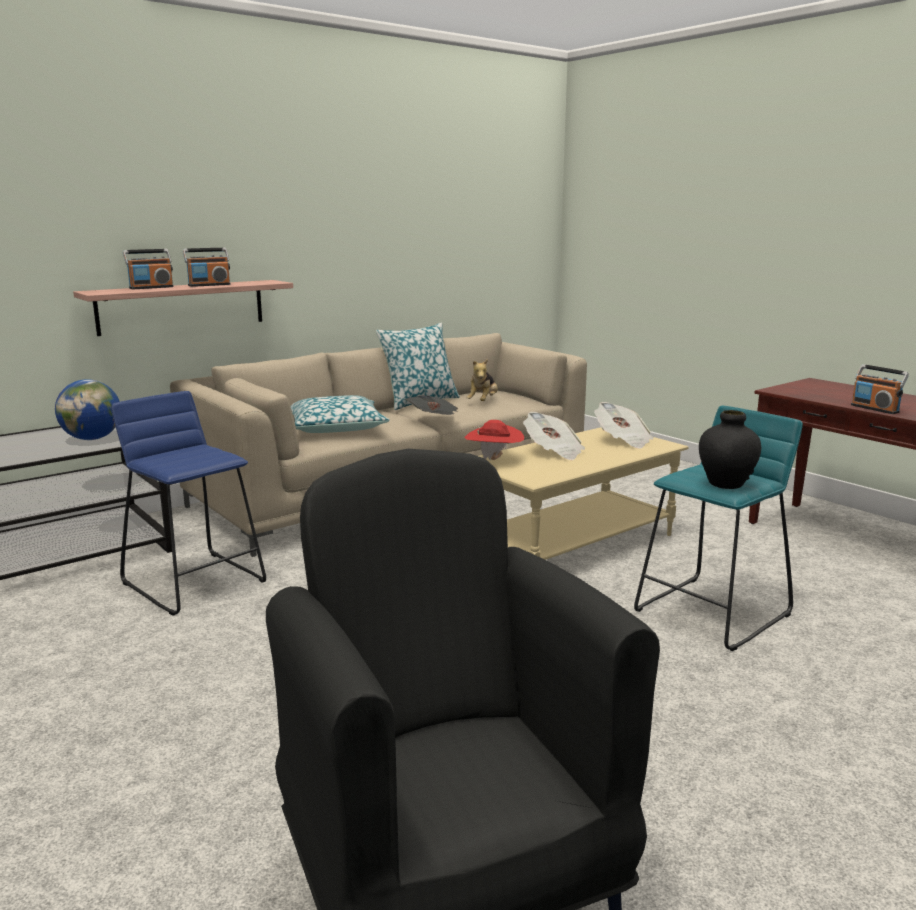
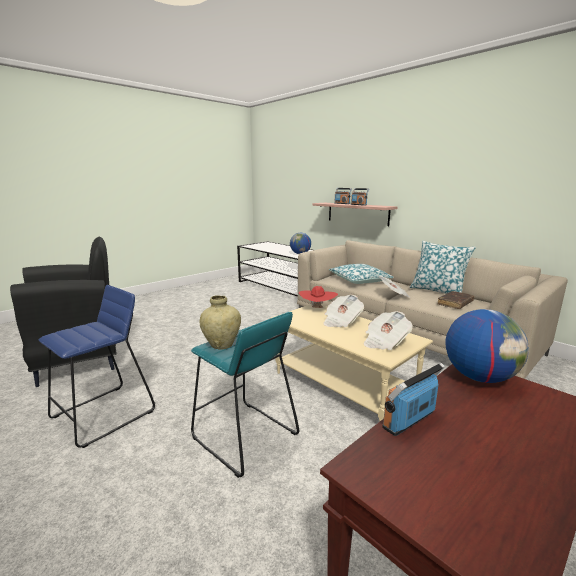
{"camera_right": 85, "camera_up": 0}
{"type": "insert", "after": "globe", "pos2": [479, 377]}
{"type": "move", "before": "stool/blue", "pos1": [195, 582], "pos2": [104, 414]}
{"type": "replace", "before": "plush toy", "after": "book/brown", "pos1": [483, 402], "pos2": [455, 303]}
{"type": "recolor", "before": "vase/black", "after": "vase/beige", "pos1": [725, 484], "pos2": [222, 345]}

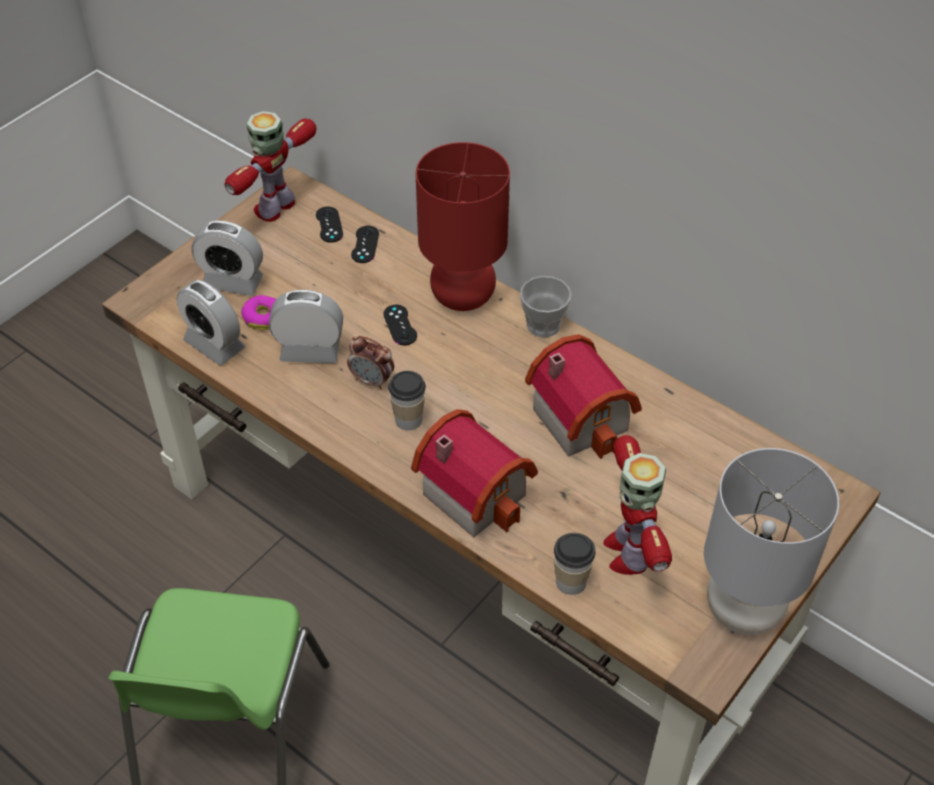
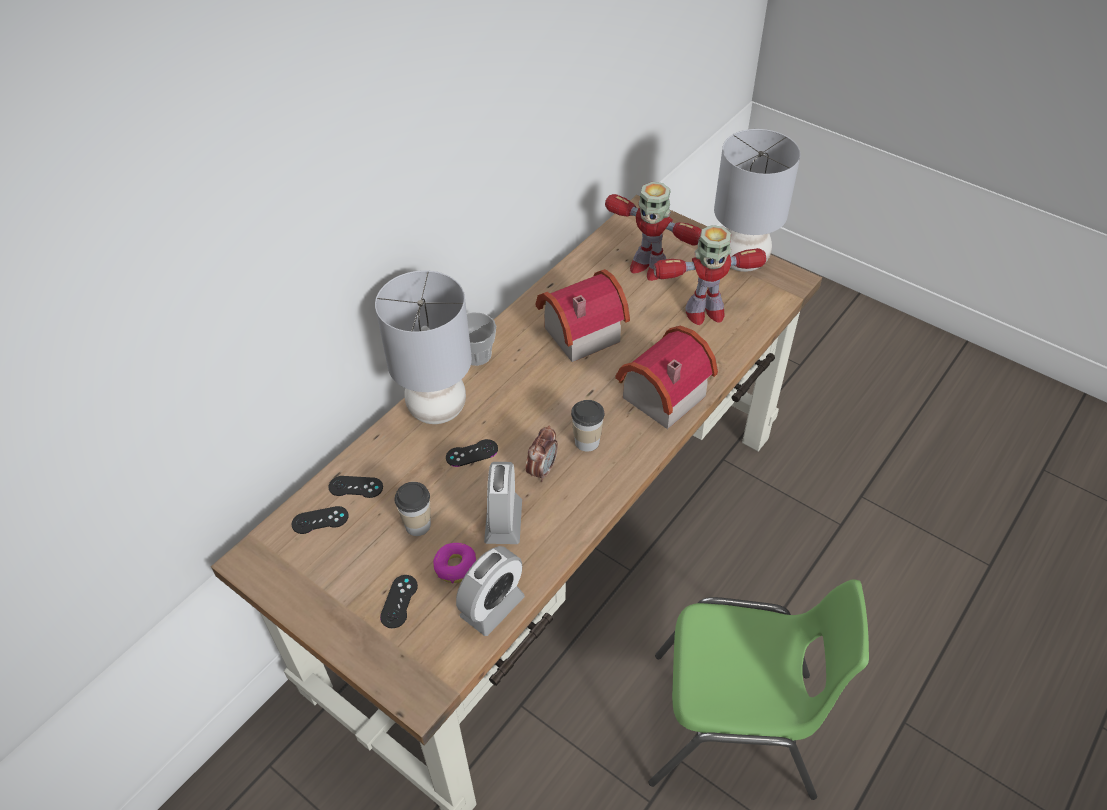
{"camera_right": -90, "camera_up": 0}
{"type": "move", "before": "toy robot", "pos1": [276, 207], "pos2": [647, 267]}
{"type": "move", "before": "cup", "pos1": [571, 582], "pos2": [418, 525]}
{"type": "replace", "before": "alarm clock", "after": "game controller/black", "pos1": [233, 282], "pos2": [399, 601]}
{"type": "recolor", "before": "table lamp/red", "after": "table lamp/grey", "pos1": [463, 296], "pos2": [436, 408]}

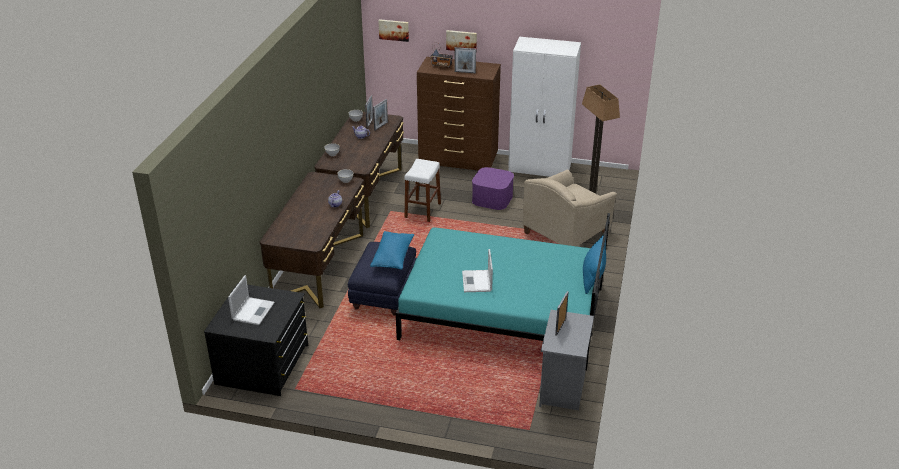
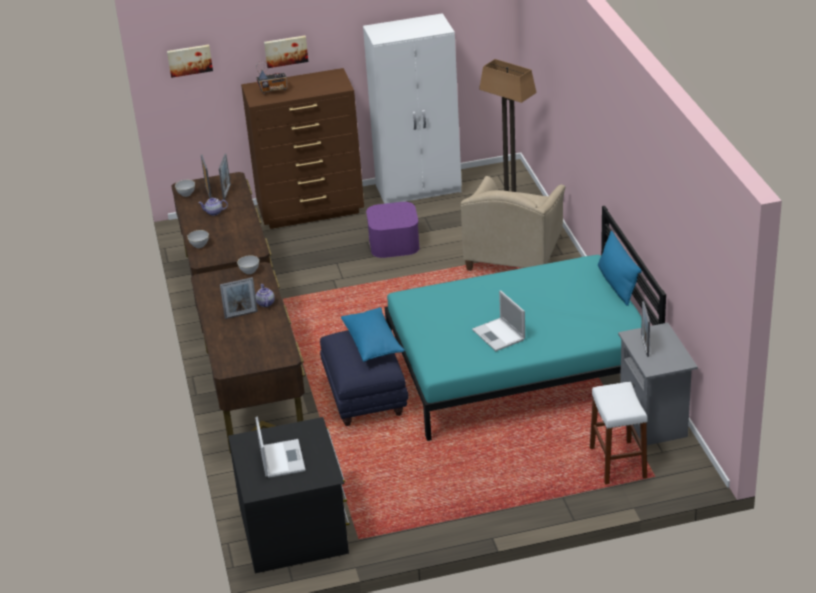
{"camera_right": -25, "camera_up": 0}
{"type": "move", "before": "stool/white", "pos1": [422, 210], "pos2": [618, 463]}
{"type": "move", "before": "picture frame", "pos1": [465, 72], "pos2": [241, 315]}

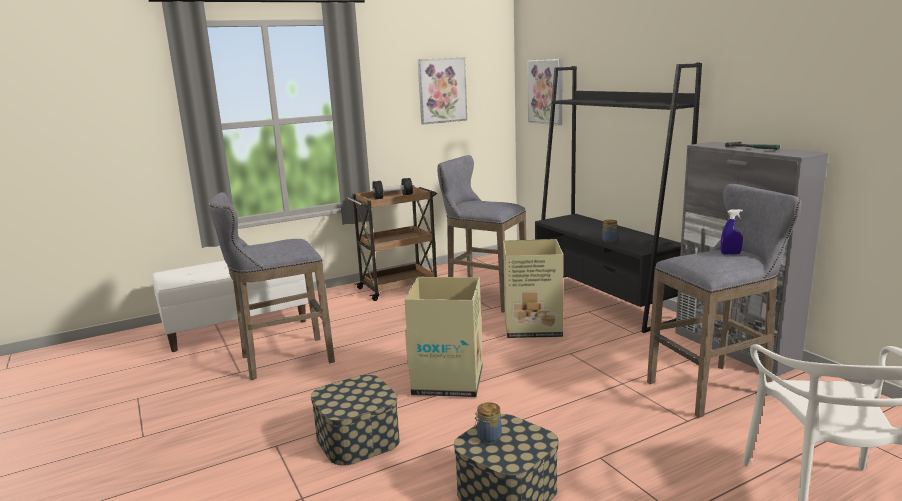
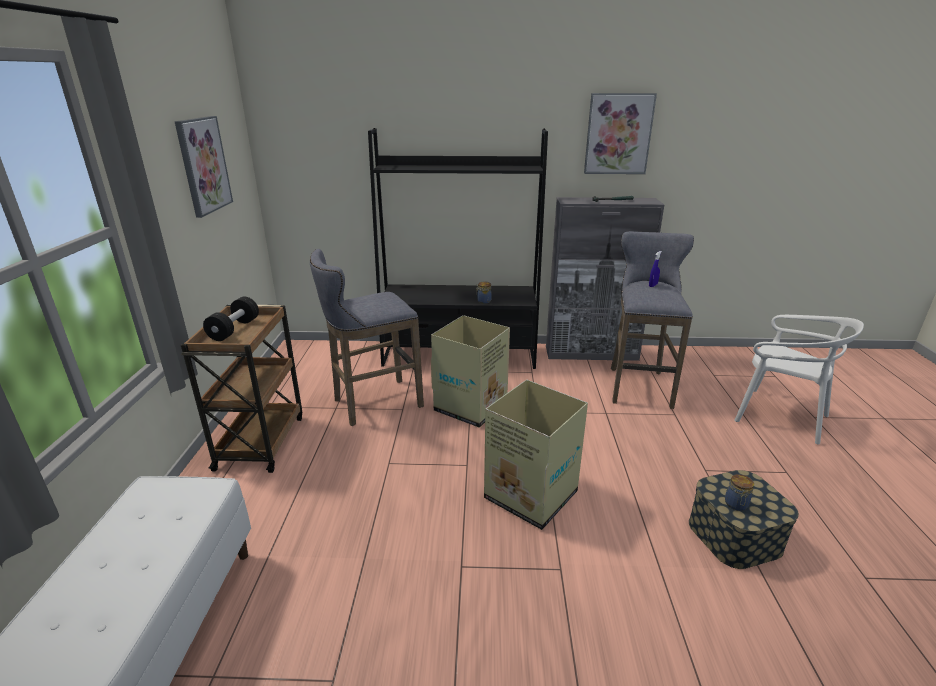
{"camera_right": -60, "camera_up": 10}
{"type": "delete", "before": "stool/grey", "pos1": [282, 360]}
{"type": "delete", "before": "storage box", "pos1": [357, 439]}
{"type": "move", "before": "picture", "pos1": [546, 91], "pos2": [618, 134]}

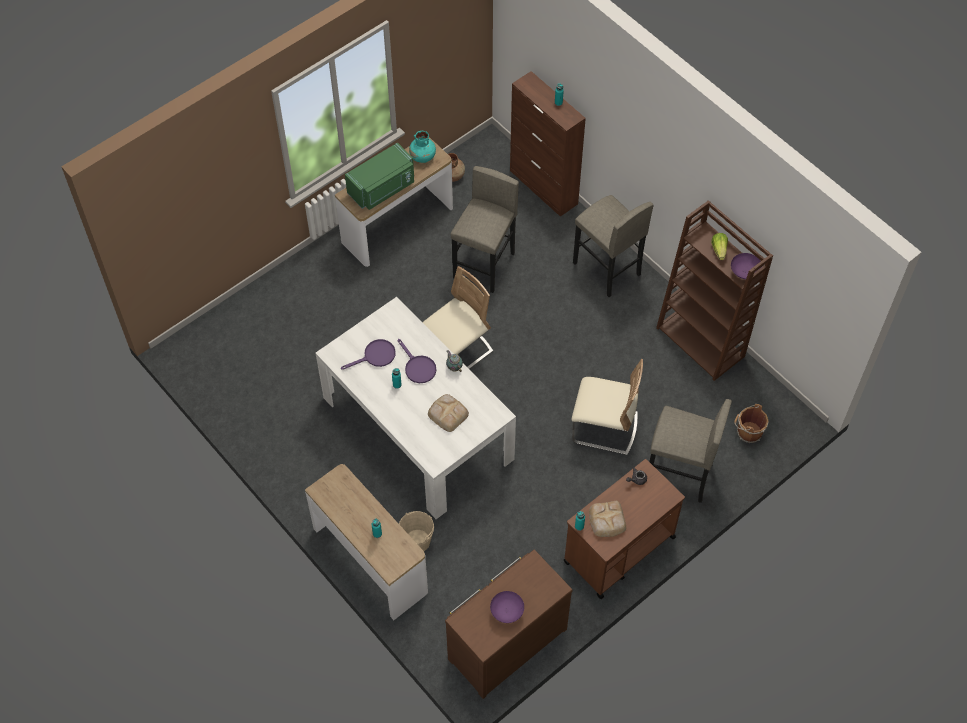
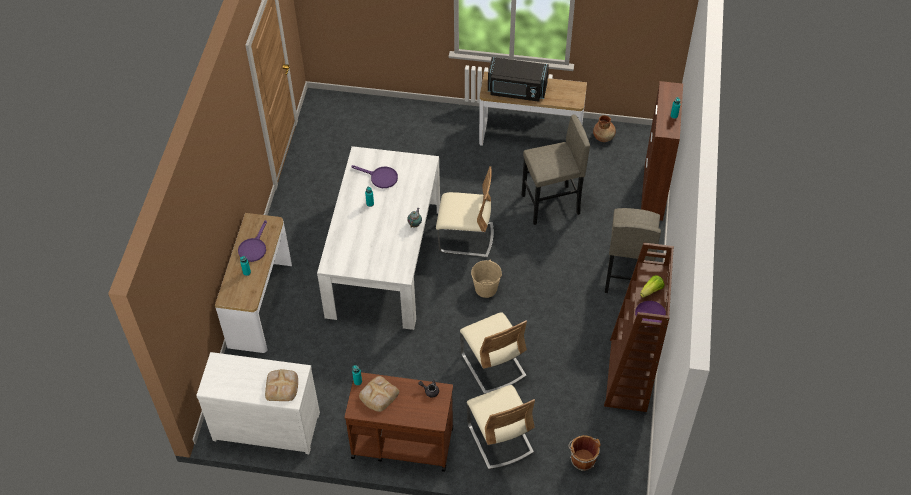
{"camera_right": 50, "camera_up": -5}
{"type": "delete", "before": "vase/turquoise", "pos1": [422, 157]}
{"type": "delete", "before": "bowl/purple", "pos1": [507, 612]}
{"type": "move", "before": "frying pan/purple", "pos1": [417, 367], "pos2": [253, 248]}
{"type": "move", "before": "bucket/beige", "pos1": [417, 541], "pos2": [486, 288]}
{"type": "move", "before": "bread", "pos1": [447, 413], "pos2": [282, 386]}
{"type": "replace", "before": "stool/grey", "after": "chair/beige", "pos1": [678, 475], "pos2": [500, 438]}
{"type": "recolor", "before": "microwave/green", "after": "microwave/black", "pos1": [382, 188], "pos2": [516, 90]}
{"type": "recolor", "before": "dresser/brown", "after": "dresser/white", "pos1": [504, 642], "pos2": [266, 423]}

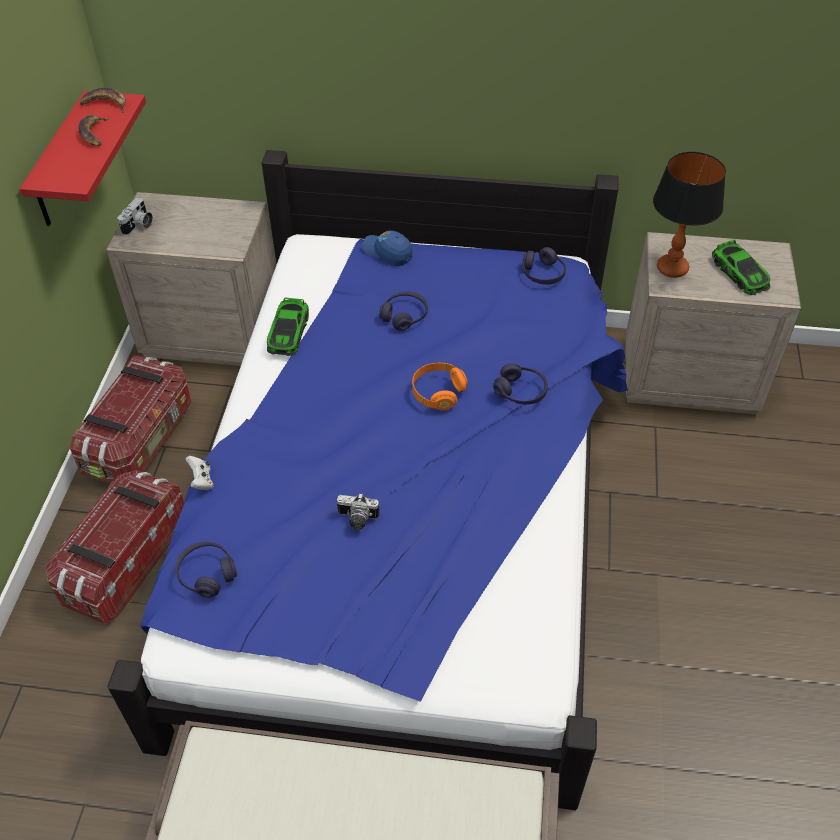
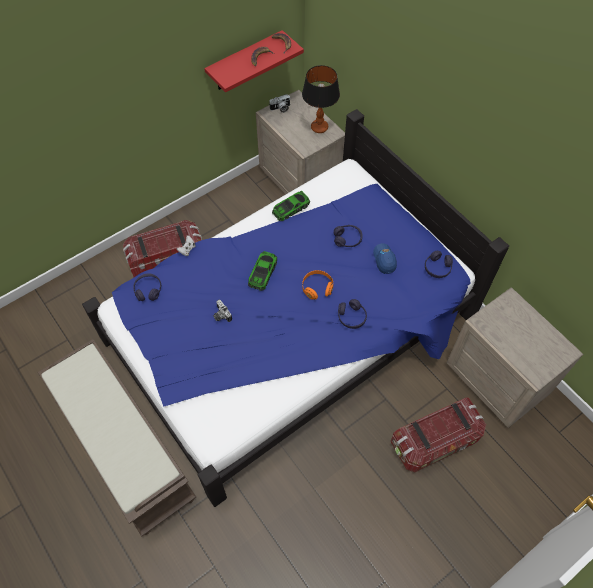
{"camera_right": 45, "camera_up": 10}
{"type": "move", "before": "storage box", "pos1": [141, 439], "pos2": [435, 441]}
{"type": "move", "before": "cap/blue", "pos1": [388, 253], "pos2": [384, 260]}
{"type": "move", "before": "table lamp", "pos1": [672, 269], "pos2": [319, 128]}
{"type": "move", "before": "toy car", "pos1": [740, 273], "pos2": [262, 273]}

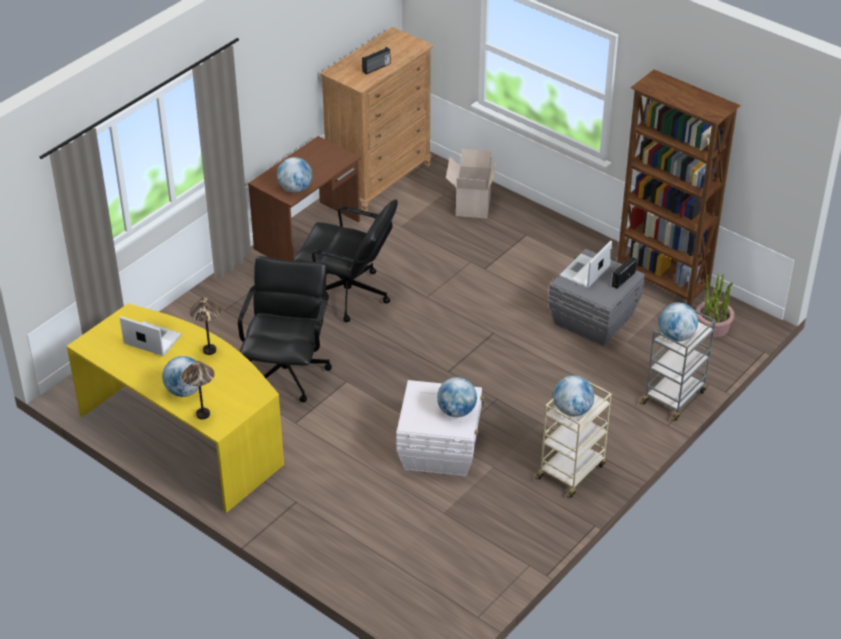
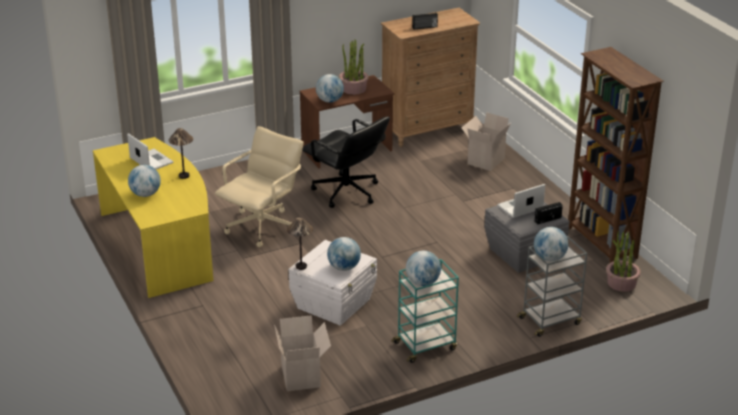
{"camera_right": 25, "camera_up": -10}
{"type": "insert", "after": "cardboard box", "pos2": [302, 377]}
{"type": "insert", "after": "potted plant", "pos2": [353, 89]}
{"type": "move", "before": "table lamp", "pos1": [202, 414], "pos2": [301, 266]}
{"type": "recolor", "before": "office chair/black", "after": "office chair/beige", "pos1": [287, 373], "pos2": [262, 227]}
{"type": "recolor", "before": "cart/beige", "after": "cart/turquoise", "pos1": [571, 471], "pos2": [425, 345]}

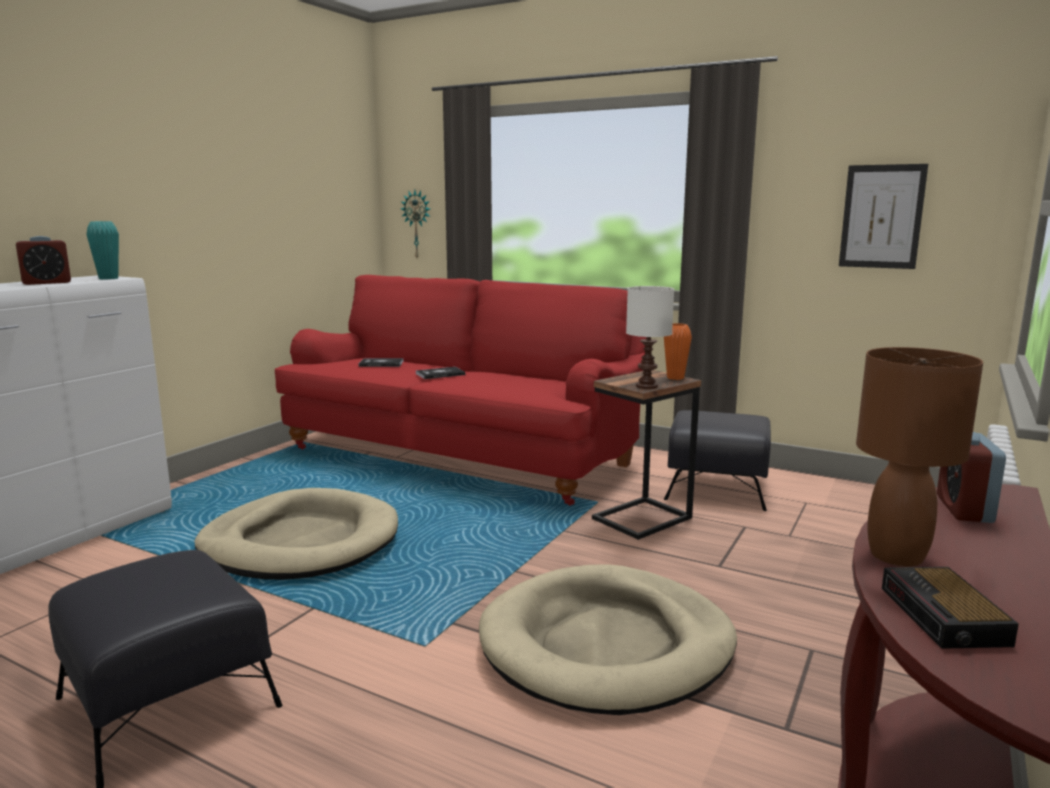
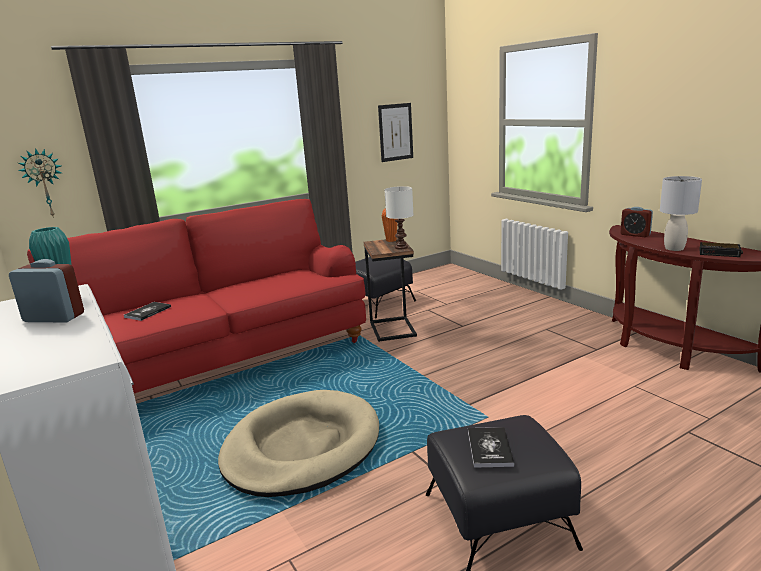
{"camera_right": -60, "camera_up": 5}
{"type": "delete", "before": "dog bed/beige", "pos1": [607, 645]}
{"type": "move", "before": "book", "pos1": [440, 374], "pos2": [489, 448]}
{"type": "recolor", "before": "table lamp/brown", "after": "table lamp/grey", "pos1": [896, 555], "pos2": [674, 248]}
{"type": "rotate", "before": "alarm clock", "pos1": [46, 283], "pos2": [54, 318], "turn": -75}

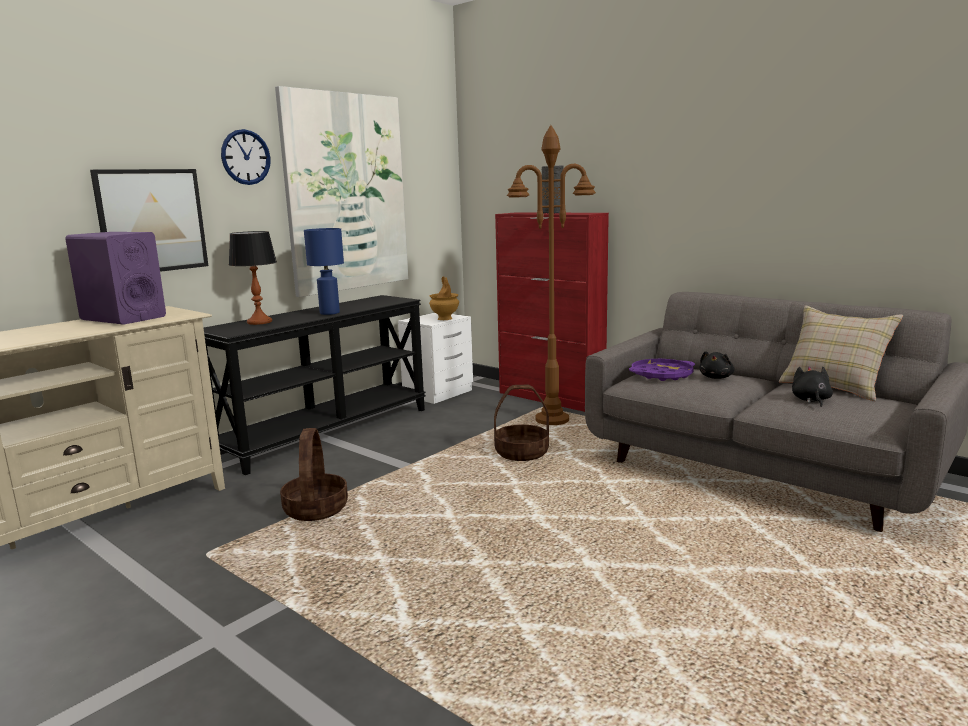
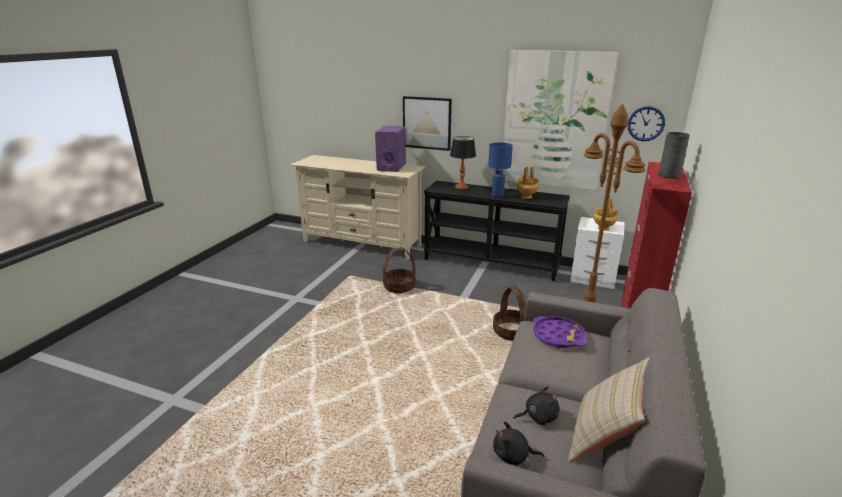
{"camera_right": 70, "camera_up": 10}
{"type": "insert", "after": "vase/brown", "pos2": [526, 197]}
{"type": "move", "before": "wall clock", "pos1": [245, 157], "pos2": [646, 123]}
{"type": "move", "before": "plush toy/black", "pos1": [716, 377], "pos2": [513, 456]}

